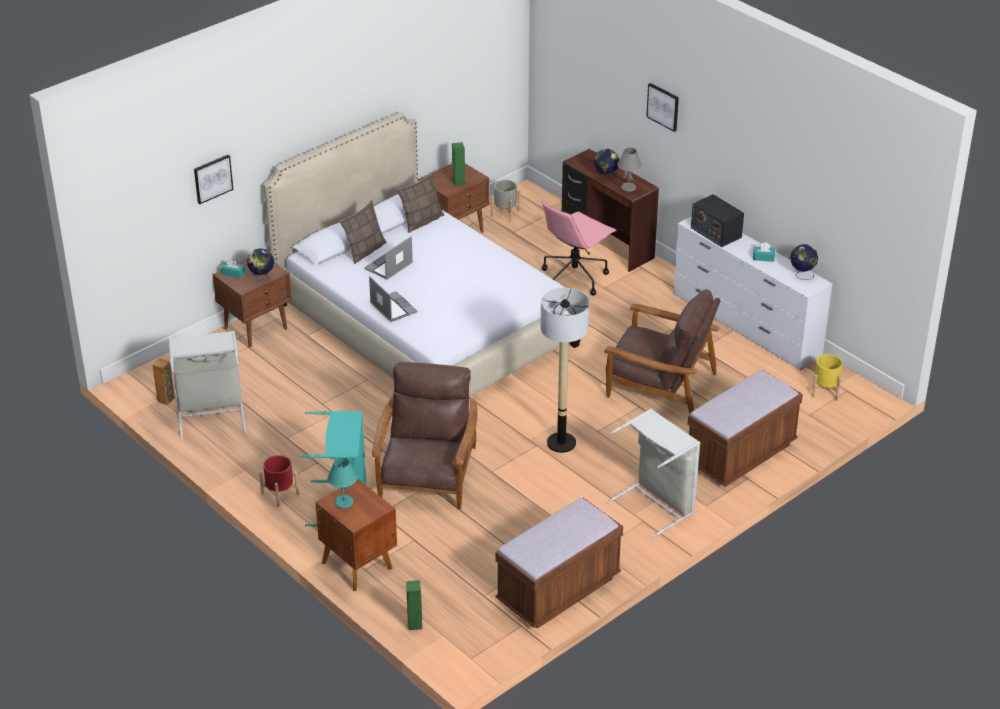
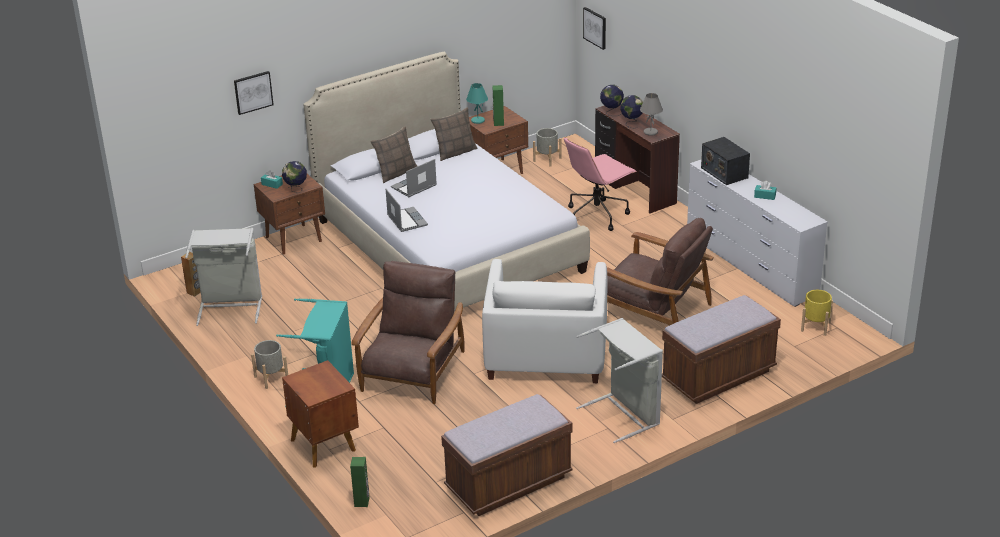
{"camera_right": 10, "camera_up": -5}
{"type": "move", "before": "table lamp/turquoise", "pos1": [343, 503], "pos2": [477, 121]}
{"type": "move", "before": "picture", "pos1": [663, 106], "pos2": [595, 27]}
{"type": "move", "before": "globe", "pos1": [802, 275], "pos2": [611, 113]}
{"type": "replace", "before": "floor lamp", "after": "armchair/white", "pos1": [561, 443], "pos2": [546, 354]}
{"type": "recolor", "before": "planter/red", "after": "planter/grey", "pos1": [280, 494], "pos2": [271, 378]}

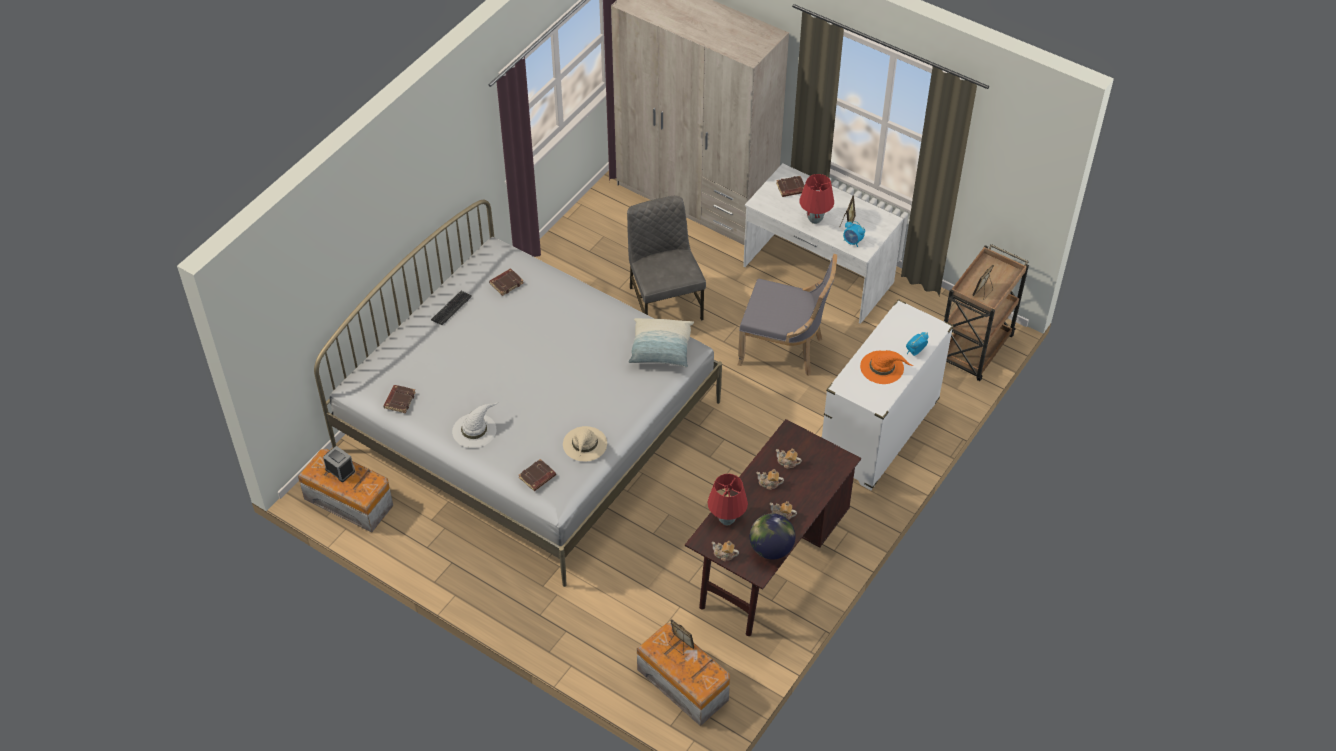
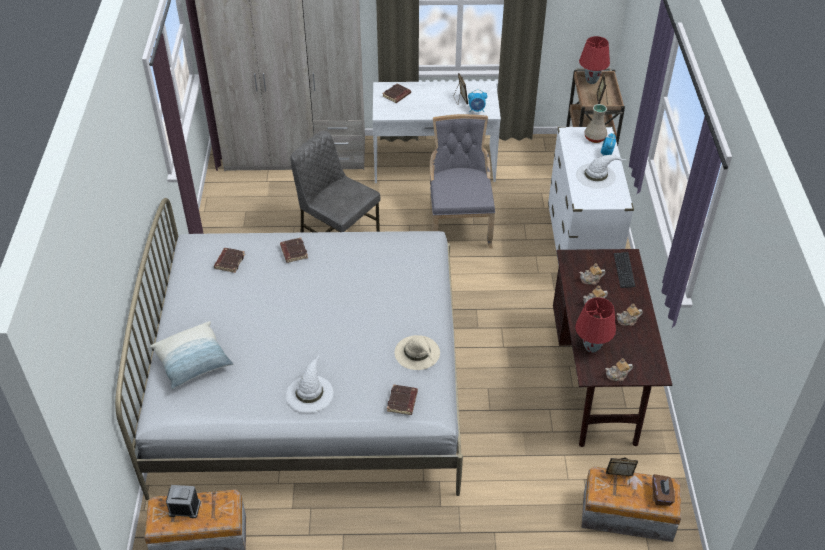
{"camera_right": -35, "camera_up": -5}
{"type": "delete", "before": "globe", "pos1": [771, 548]}
{"type": "insert", "after": "vase/beige", "pos2": [594, 138]}
{"type": "insert", "after": "tissue box/brown", "pos2": [661, 495]}
{"type": "move", "before": "book/brown", "pos1": [399, 400], "pos2": [293, 252]}
{"type": "move", "before": "keyboard", "pos1": [451, 308], "pos2": [624, 270]}
{"type": "move", "before": "pillow", "pos1": [661, 350], "pos2": [193, 362]}
{"type": "move", "before": "table lamp/red", "pos1": [815, 219], "pos2": [591, 81]}
{"type": "recolor", "before": "hat/orange", "after": "hat/white", "pos1": [882, 367], "pos2": [596, 175]}
{"type": "rotate", "before": "chair/grey", "pos1": [784, 349], "pos2": [459, 224], "turn": -75}

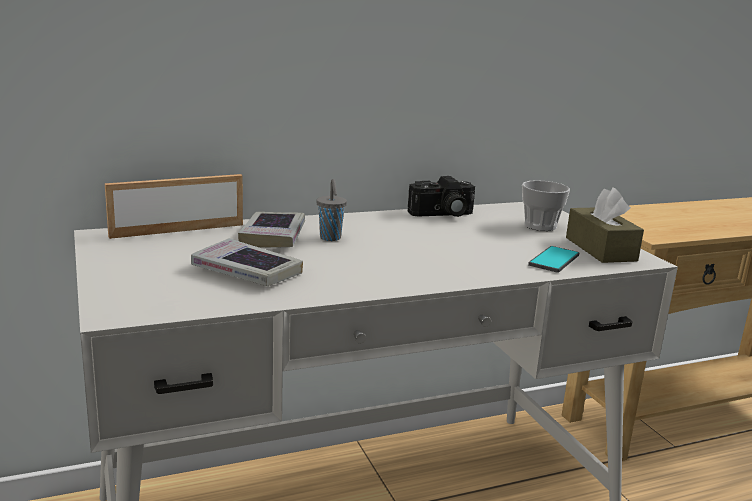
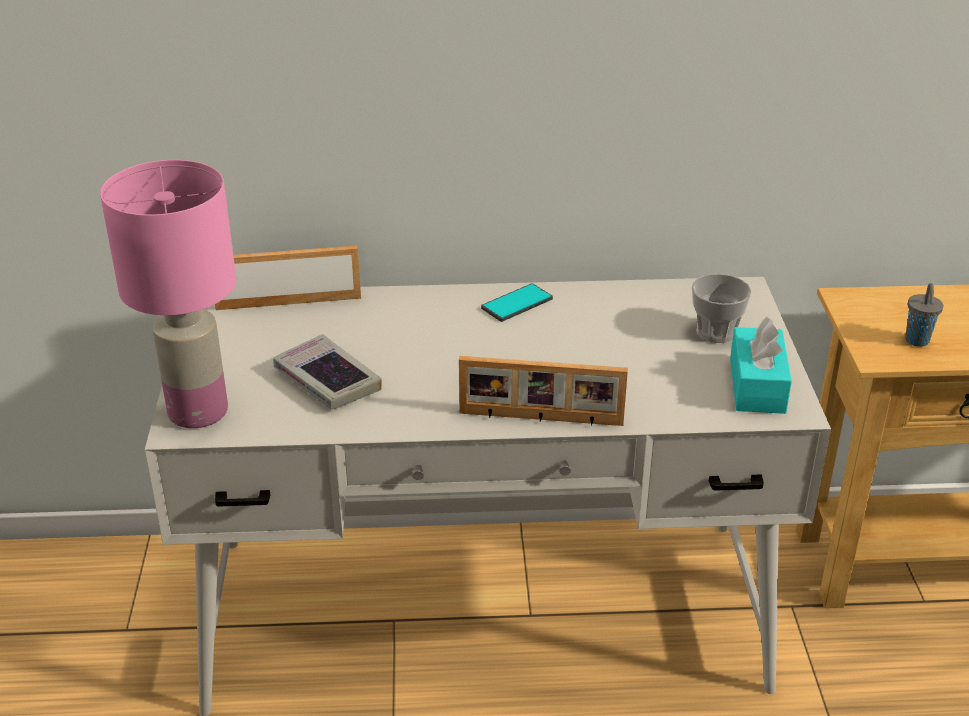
{"camera_right": 20, "camera_up": 15}
{"type": "delete", "before": "book", "pos1": [273, 236]}
{"type": "delete", "before": "photo camera", "pos1": [442, 214]}
{"type": "insert", "after": "table lamp/pink", "pos2": [199, 412]}
{"type": "insert", "after": "picture frame", "pos2": [540, 419]}
{"type": "move", "before": "cup/grey", "pos1": [330, 238], "pos2": [917, 341]}
{"type": "move", "before": "phone", "pos1": [554, 260], "pos2": [517, 304]}
{"type": "recolor", "before": "tissue box/brown", "after": "tissue box/turquoise", "pos1": [600, 249], "pos2": [757, 385]}

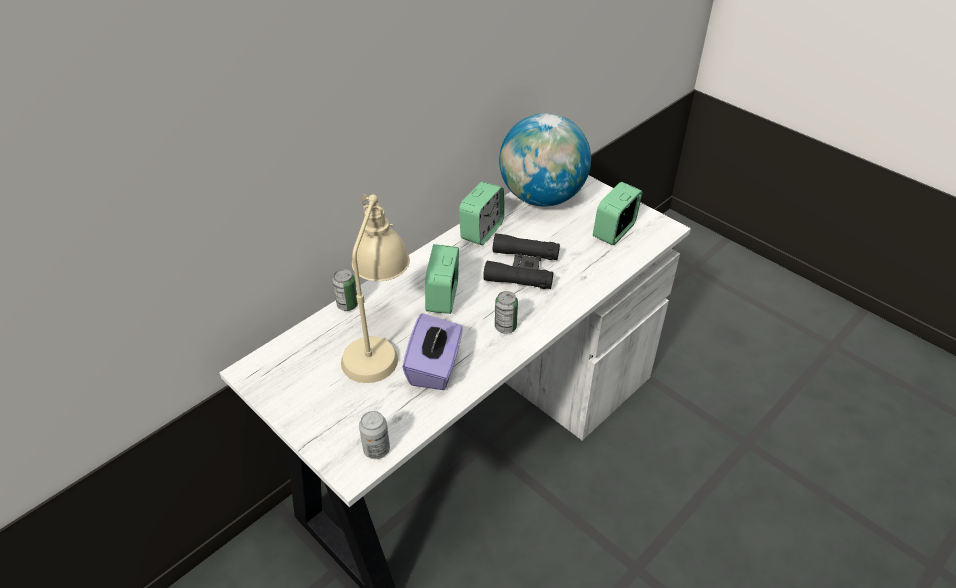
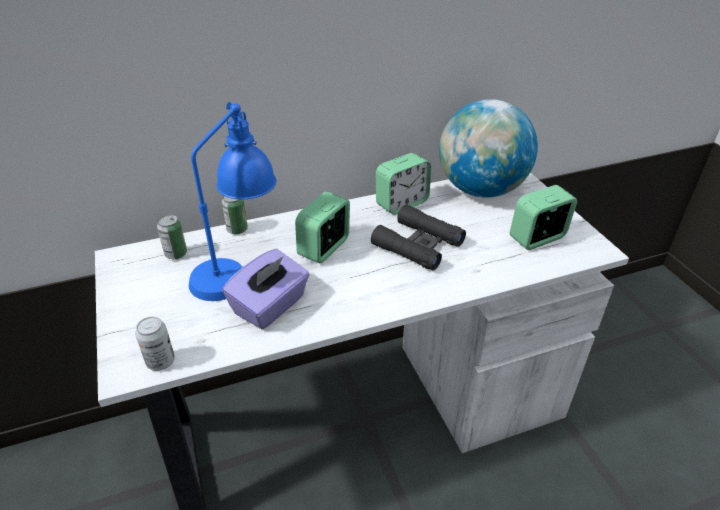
{"camera_right": 25, "camera_up": -5}
{"type": "move", "before": "can", "pos1": [505, 327], "pos2": [176, 254]}
{"type": "recolor", "before": "table lamp/beige", "after": "table lamp/blue", "pos1": [378, 342], "pos2": [238, 268]}

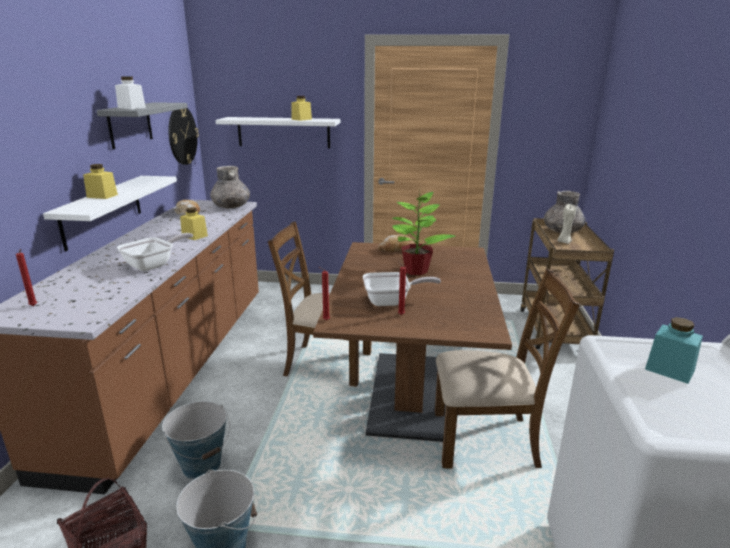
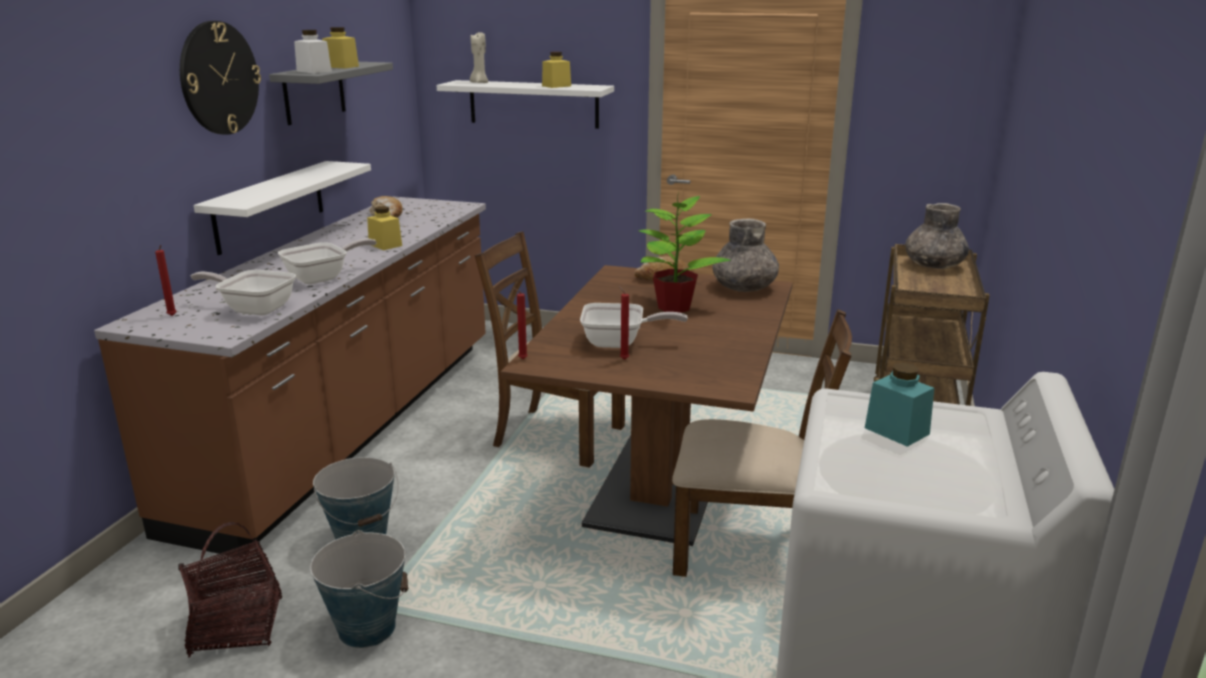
{"camera_right": 10, "camera_up": 0}
{"type": "insert", "after": "frying pan", "pos2": [254, 309]}
{"type": "move", "before": "jar/yellow", "pos1": [102, 196], "pos2": [341, 67]}
{"type": "move", "before": "wall clock", "pos1": [182, 135], "pos2": [219, 78]}
{"type": "move", "before": "vase/grey", "pos1": [231, 206], "pos2": [744, 287]}
{"type": "move", "before": "candle/beige", "pos1": [564, 242], "pos2": [479, 82]}

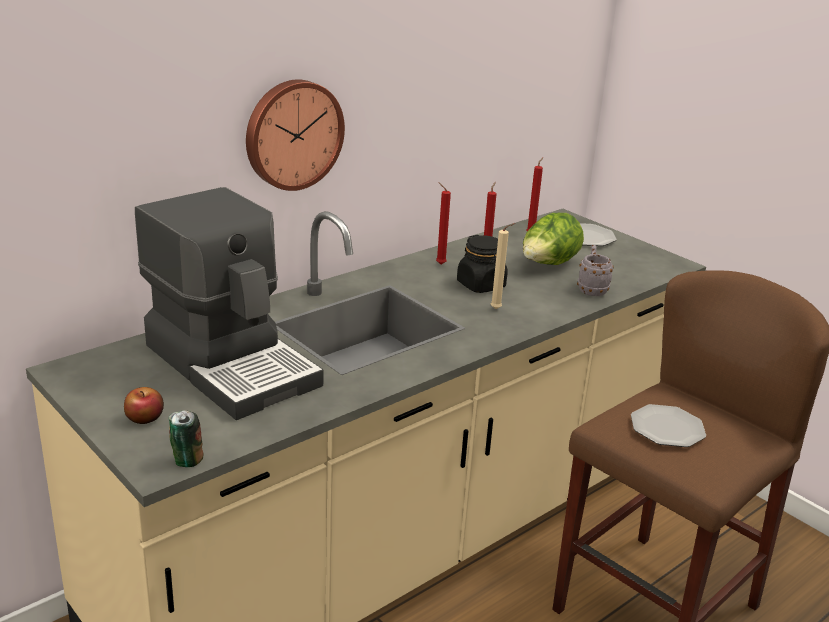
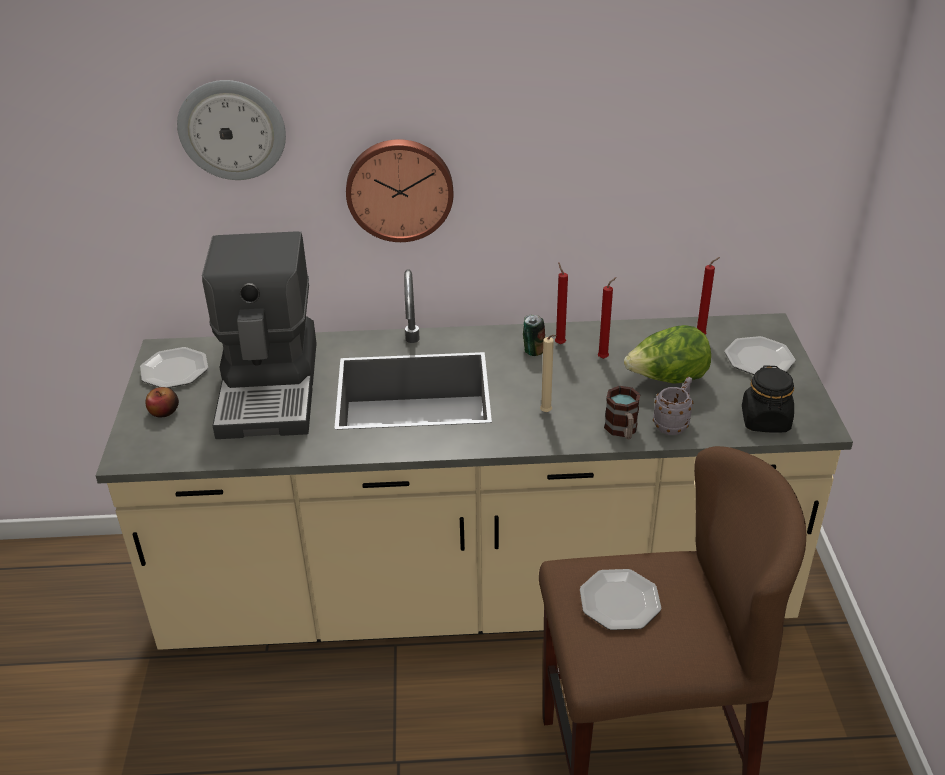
{"camera_right": 40, "camera_up": 10}
{"type": "insert", "after": "plate", "pos2": [174, 370]}
{"type": "insert", "after": "wall clock", "pos2": [232, 129]}
{"type": "insert", "after": "mug", "pos2": [622, 431]}
{"type": "move", "before": "can", "pos1": [186, 460], "pos2": [533, 351]}
{"type": "move", "before": "jar/black", "pos1": [481, 285], "pos2": [765, 421]}

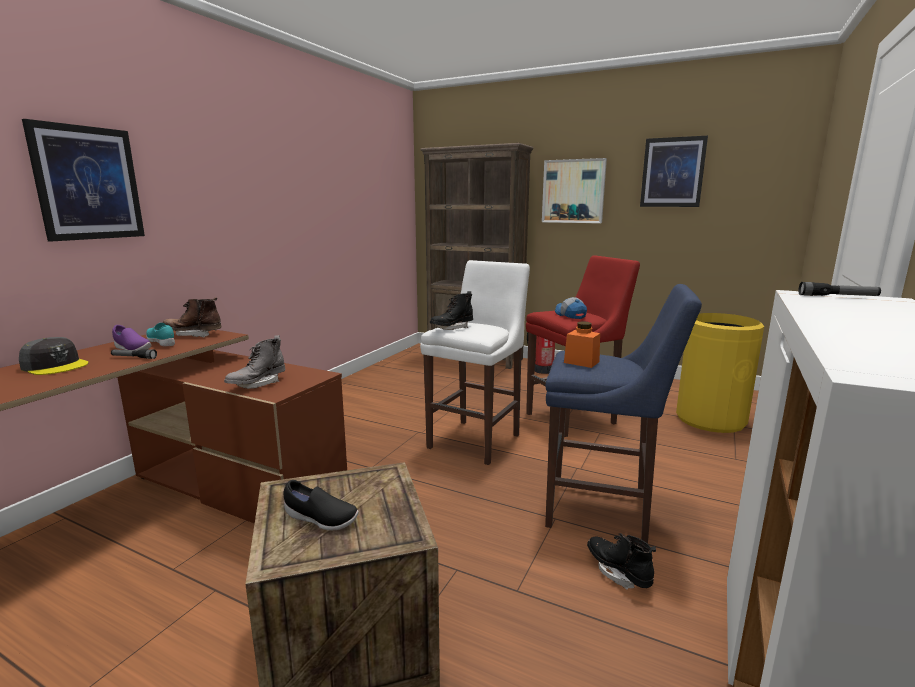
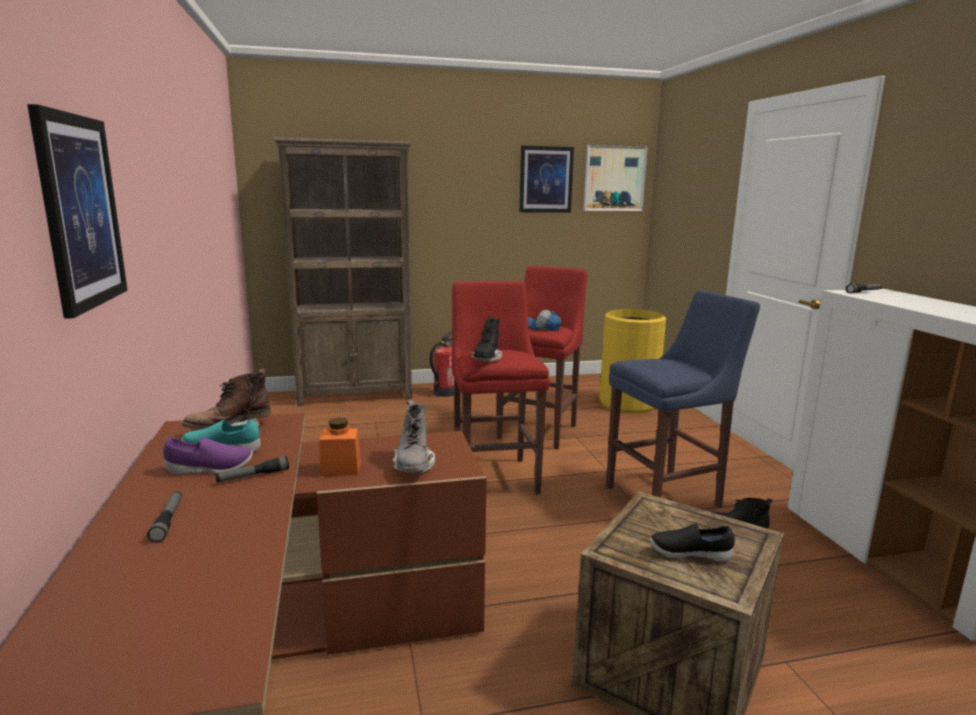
{"camera_right": -40, "camera_up": 0}
{"type": "move", "before": "picture", "pos1": [573, 191], "pos2": [614, 178]}
{"type": "move", "before": "jar/orange", "pos1": [581, 362], "pos2": [340, 469]}
{"type": "replace", "before": "cap/grey", "after": "flashlight", "pos1": [55, 366], "pos2": [168, 521]}
{"type": "recolor", "before": "stool/white", "after": "stool/red", "pos1": [477, 439], "pos2": [494, 475]}
{"type": "rotate", "before": "shoe/black", "pos1": [320, 519], "pos2": [689, 554], "turn": -150}

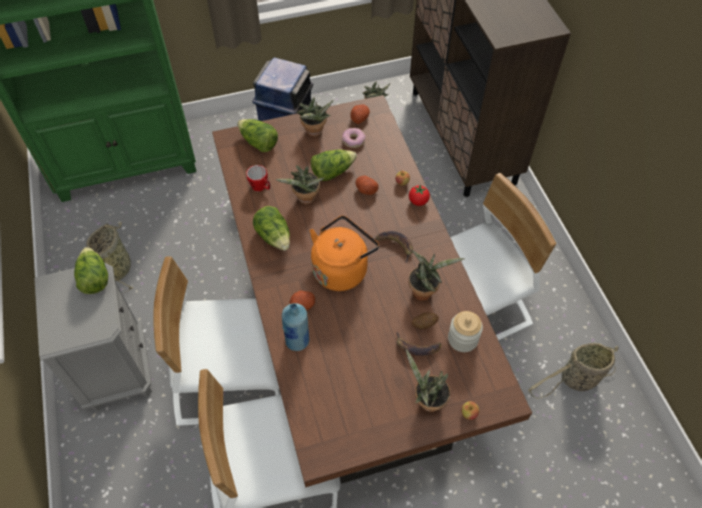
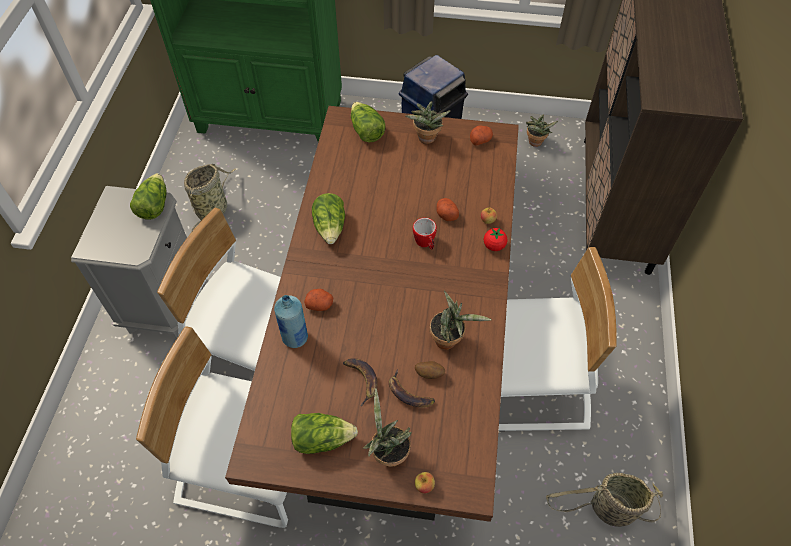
{"camera_right": 25, "camera_up": 0}
{"type": "delete", "before": "potted plant", "pos1": [305, 199]}
{"type": "delete", "before": "kettle/orange", "pos1": [342, 268]}
{"type": "delete", "before": "donut", "pos1": [353, 140]}
{"type": "delete", "before": "jar", "pos1": [462, 339]}
{"type": "move", "before": "mug", "pos1": [261, 187], "pos2": [425, 243]}
{"type": "move", "before": "lettuce", "pos1": [332, 171], "pos2": [322, 438]}
{"type": "move", "before": "banana", "pos1": [395, 246], "pos2": [362, 380]}

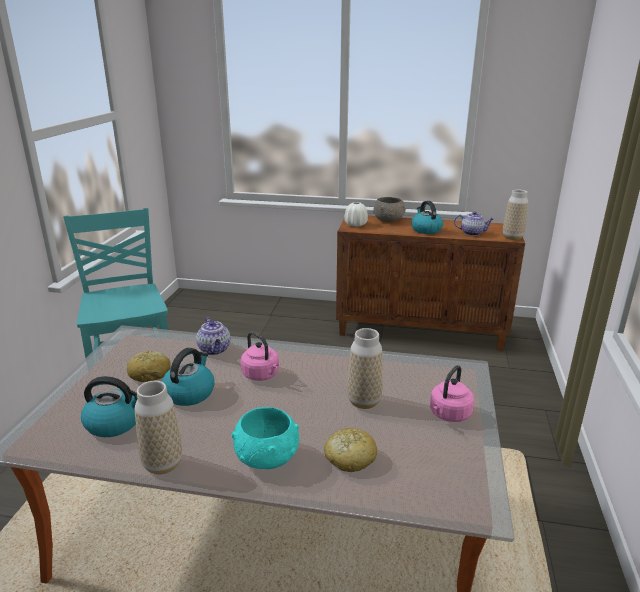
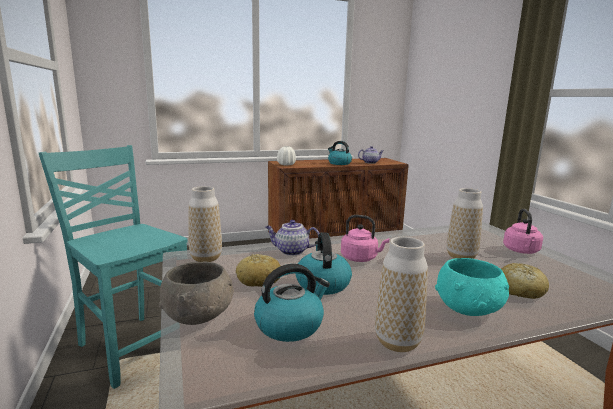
{"camera_right": -30, "camera_up": -10}
{"type": "move", "before": "bowl/grey", "pos1": [389, 220], "pos2": [199, 315]}
{"type": "move", "before": "vase", "pos1": [512, 237], "pos2": [206, 258]}
{"type": "rotate", "before": "teapot", "pos1": [215, 350], "pos2": [291, 251], "turn": 150}

